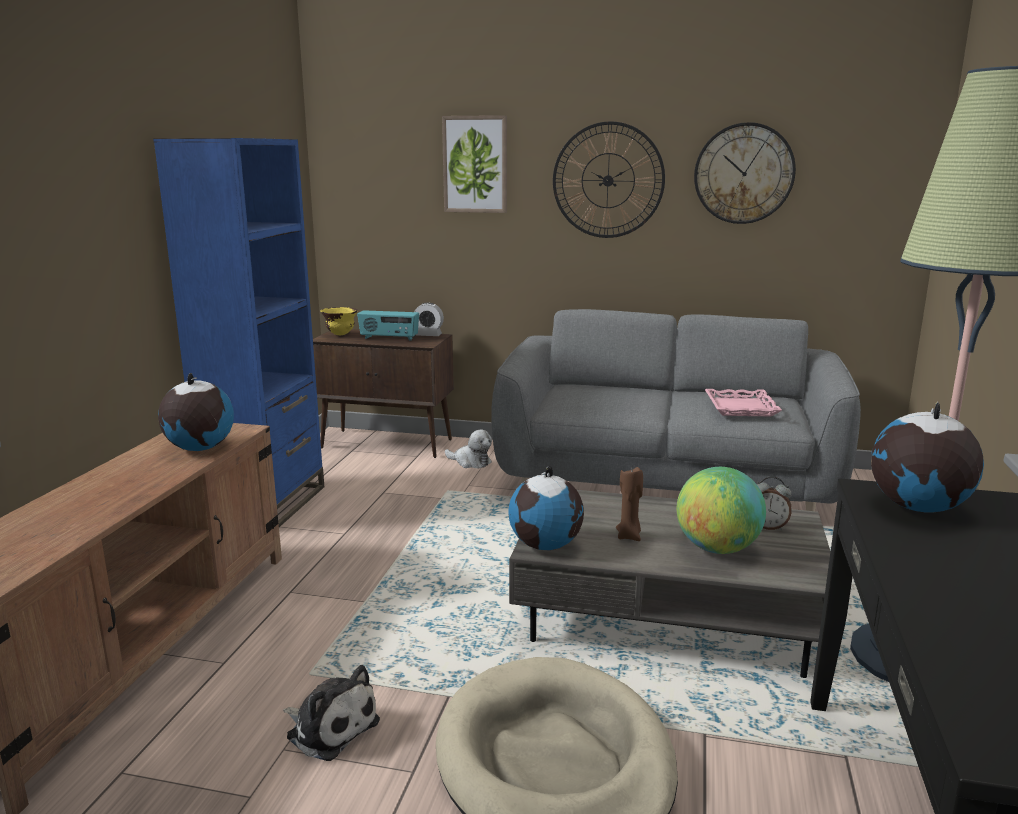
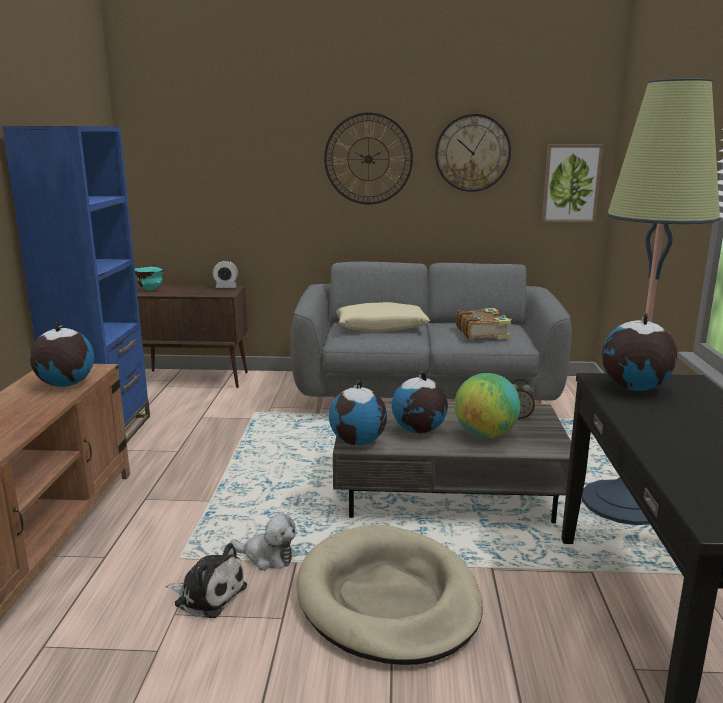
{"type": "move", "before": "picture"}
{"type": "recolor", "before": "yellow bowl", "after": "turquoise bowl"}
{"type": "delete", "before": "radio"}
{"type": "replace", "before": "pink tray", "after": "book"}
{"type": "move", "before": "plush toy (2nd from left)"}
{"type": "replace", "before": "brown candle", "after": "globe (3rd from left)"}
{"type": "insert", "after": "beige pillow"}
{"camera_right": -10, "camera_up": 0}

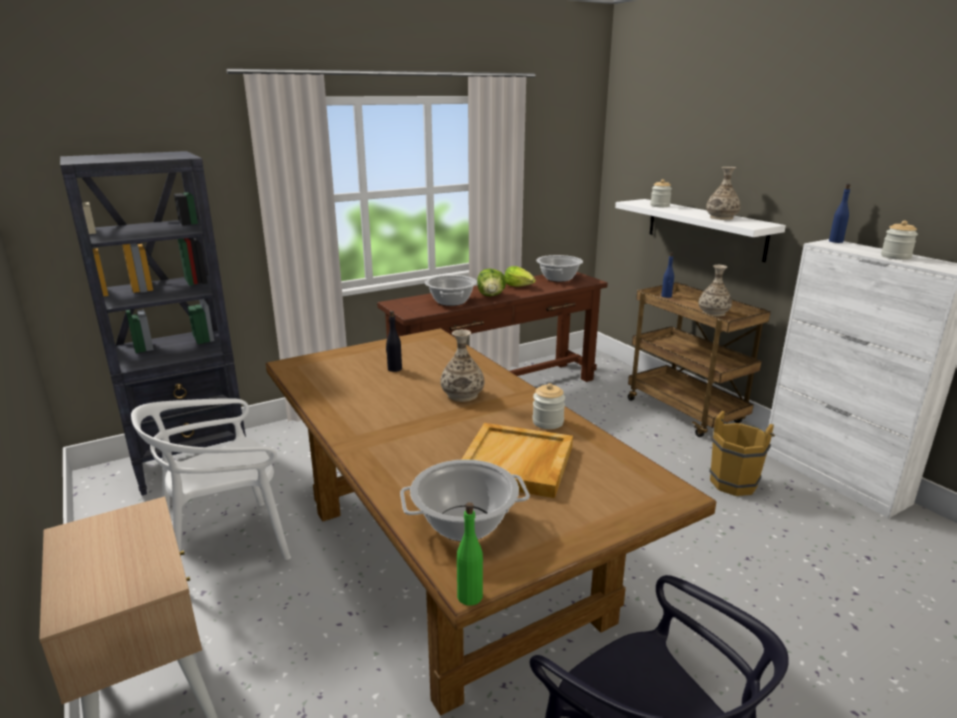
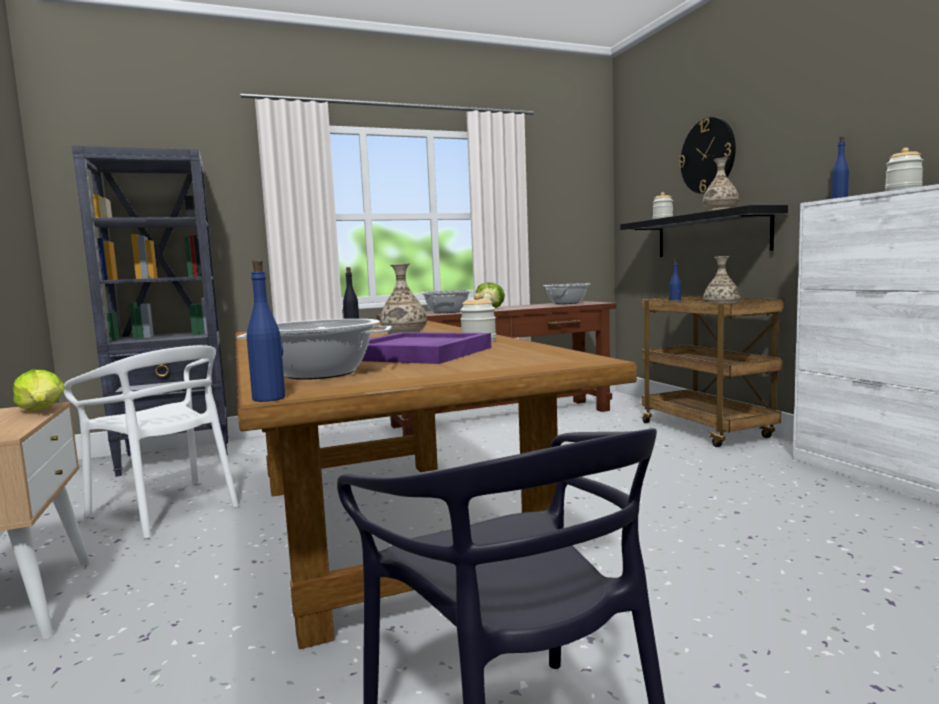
{"type": "recolor", "before": "white shelf", "after": "black shelf"}
{"type": "move", "before": "lettuce (2nd from left in the first image)", "after": "lettuce (1st from left)"}
{"type": "rotate", "before": "white chair", "turn": -120}
{"type": "delete", "before": "brown bucket"}
{"type": "recolor", "before": "beige tray", "after": "purple tray"}
{"type": "recolor", "before": "green bottle", "after": "blue bottle (1st from left)"}
{"type": "insert", "after": "wall clock"}
{"camera_right": 10, "camera_up": -15}

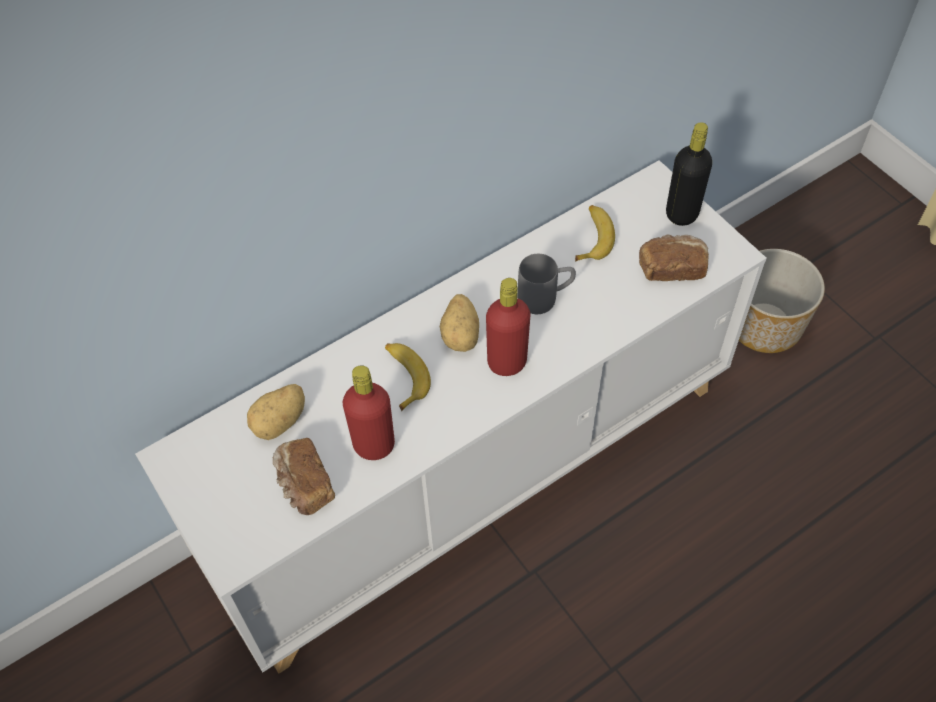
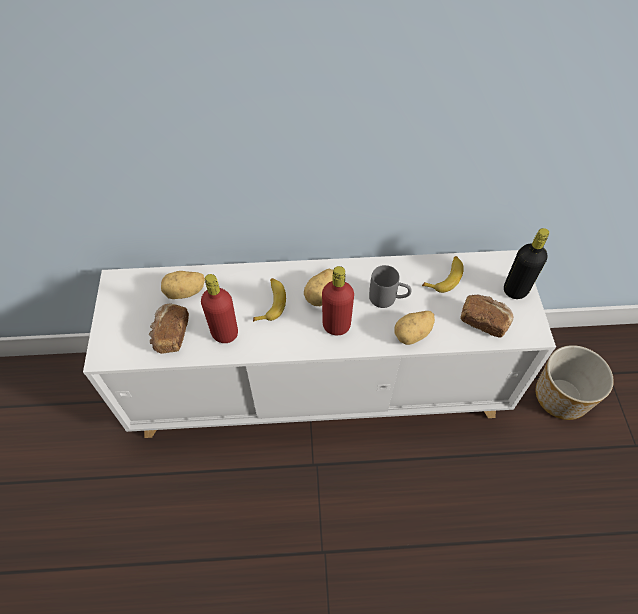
{"type": "insert", "after": "potato (3rd from left)"}
{"camera_right": 30, "camera_up": 0}

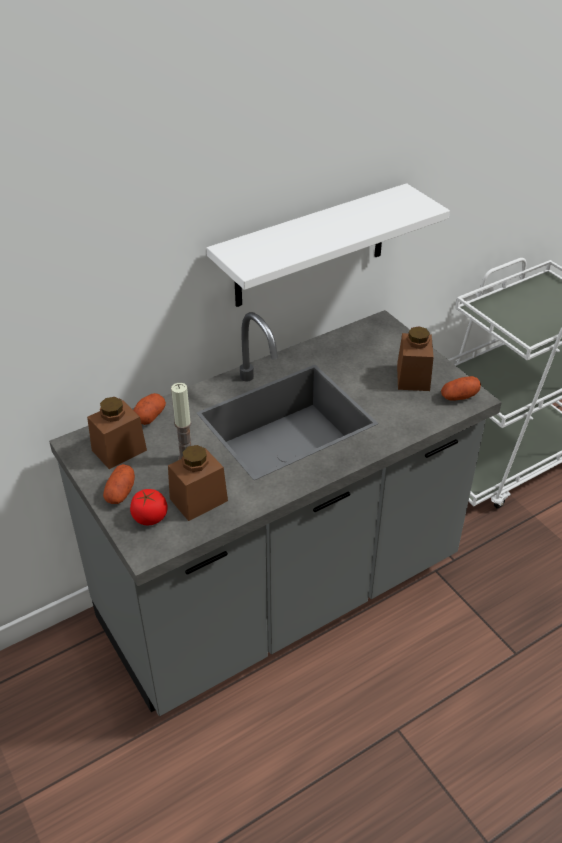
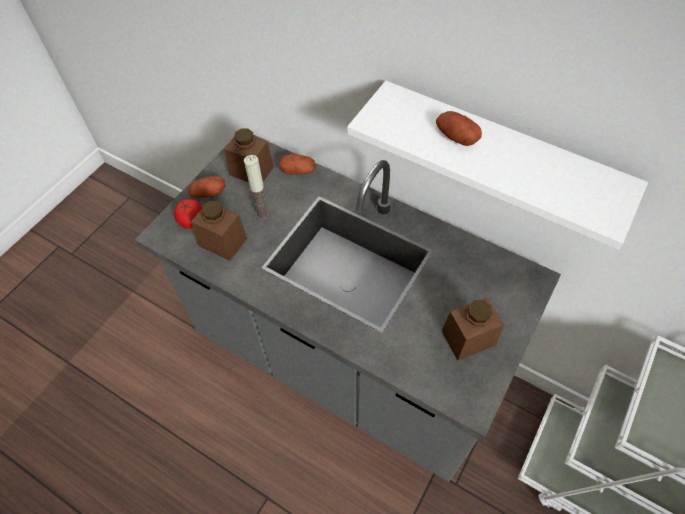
{"type": "move", "before": "potato (3rd from left)"}
{"camera_right": 65, "camera_up": 15}

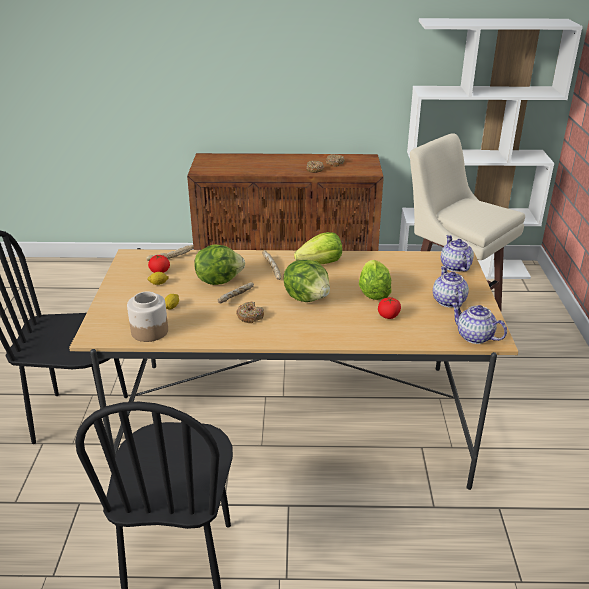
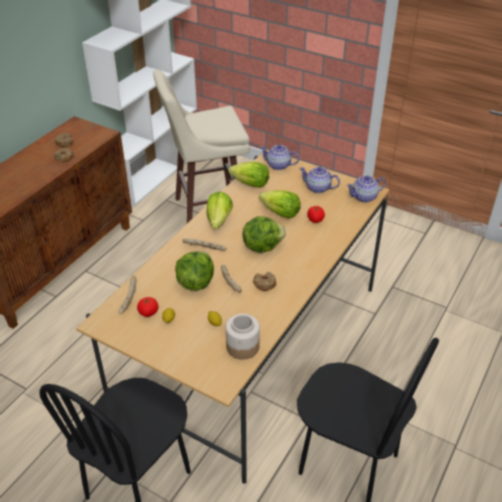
{"type": "insert", "after": "lettuce (3rd from left)"}
{"camera_right": -60, "camera_up": 10}

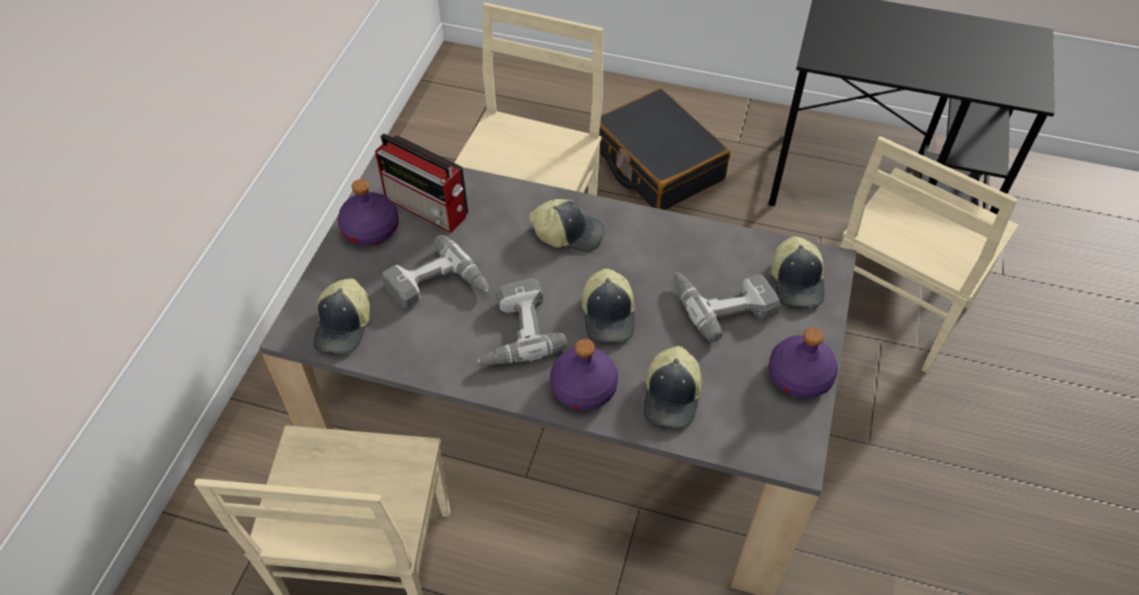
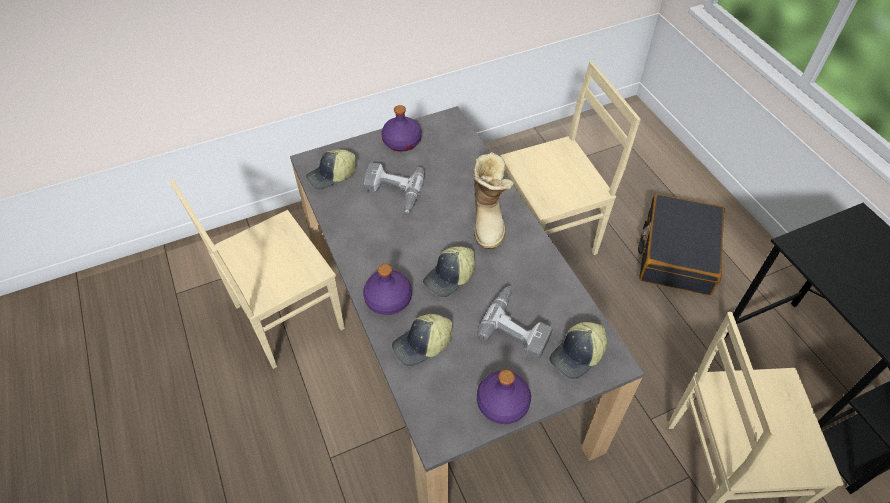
{"type": "delete", "before": "radio"}
{"type": "replace", "before": "cap (2nd from left)", "after": "boot"}
{"type": "delete", "before": "power drill (2nd from left)"}
{"camera_right": 50, "camera_up": 0}

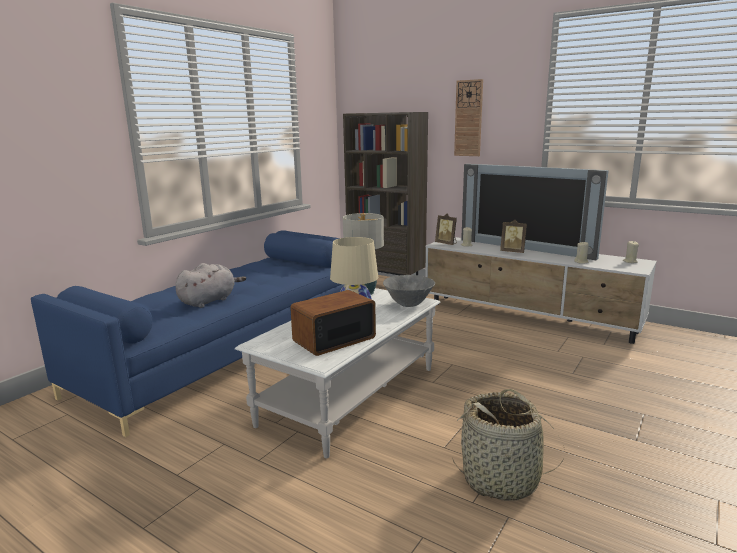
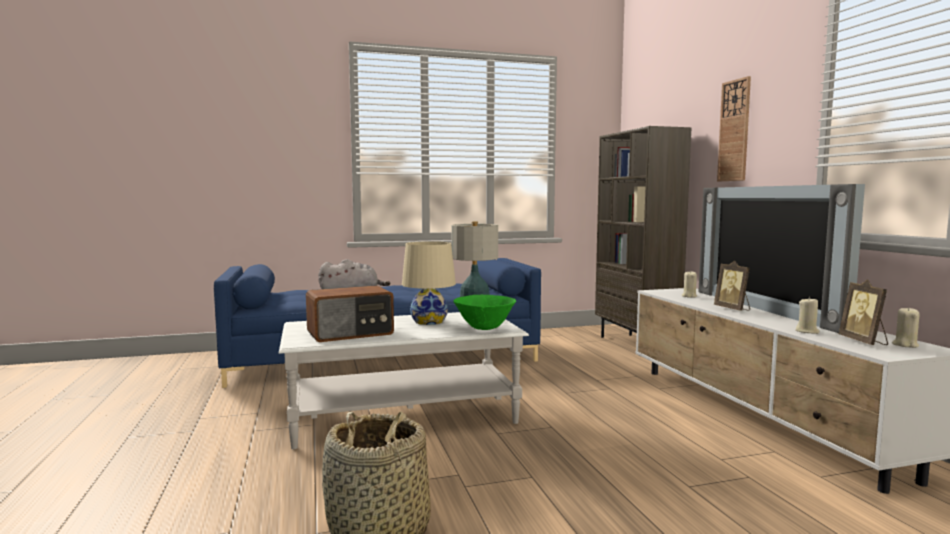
{"type": "move", "before": "picture frame (1st from left in the first image)", "after": "picture frame (2nd from left)"}
{"type": "recolor", "before": "grey bowl", "after": "green bowl"}
{"type": "rotate", "before": "radio", "turn": 150}
{"camera_right": 40, "camera_up": -10}

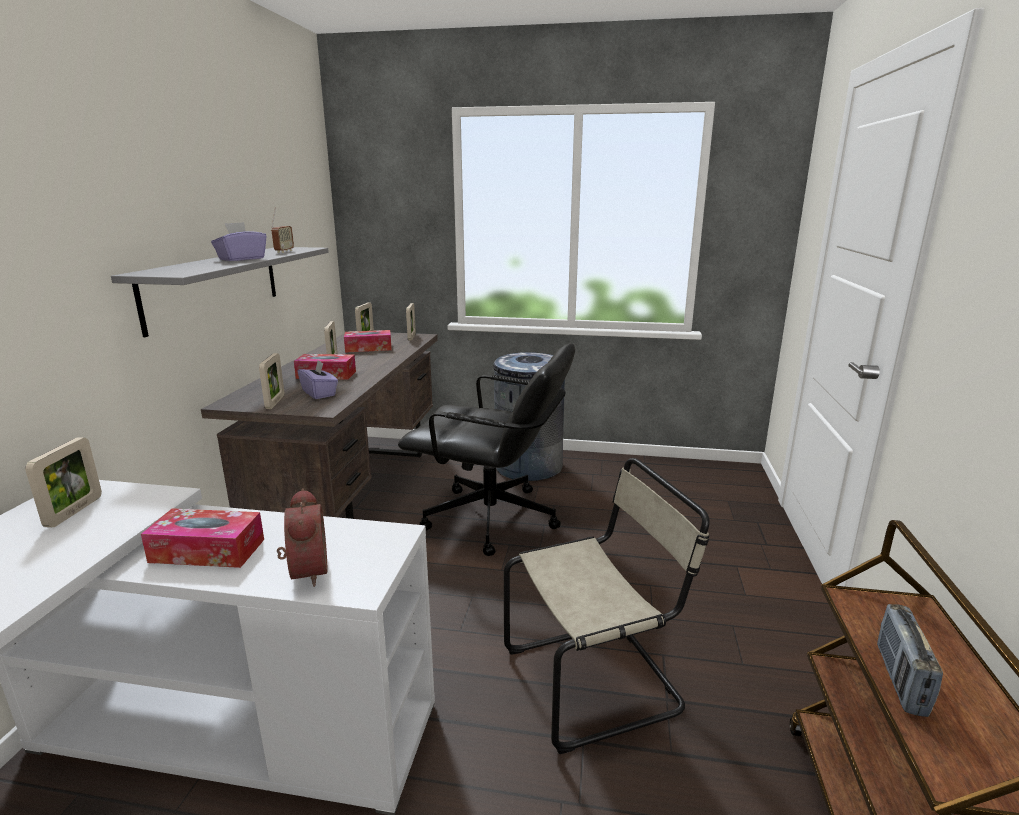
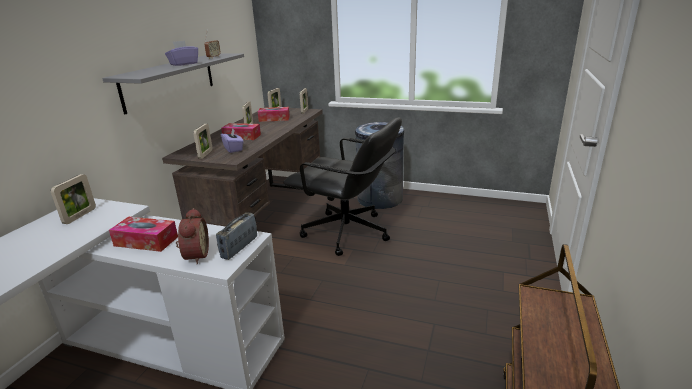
{"type": "delete", "before": "beige chair"}
{"type": "move", "before": "radio (2nd from left)"}
{"camera_right": 10, "camera_up": 5}

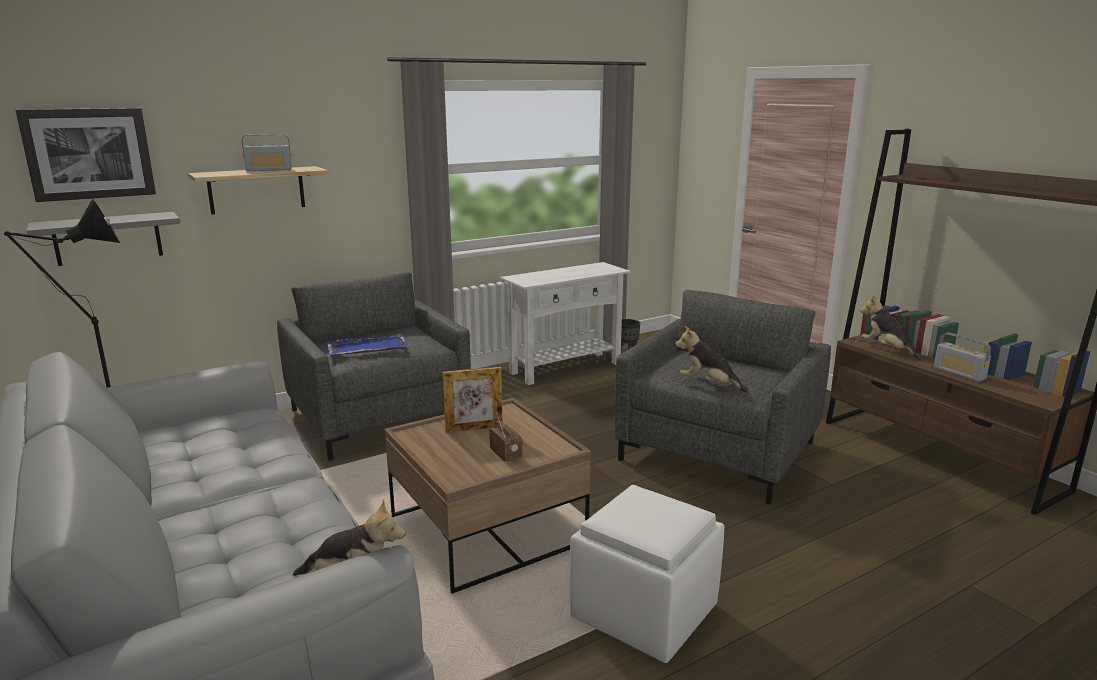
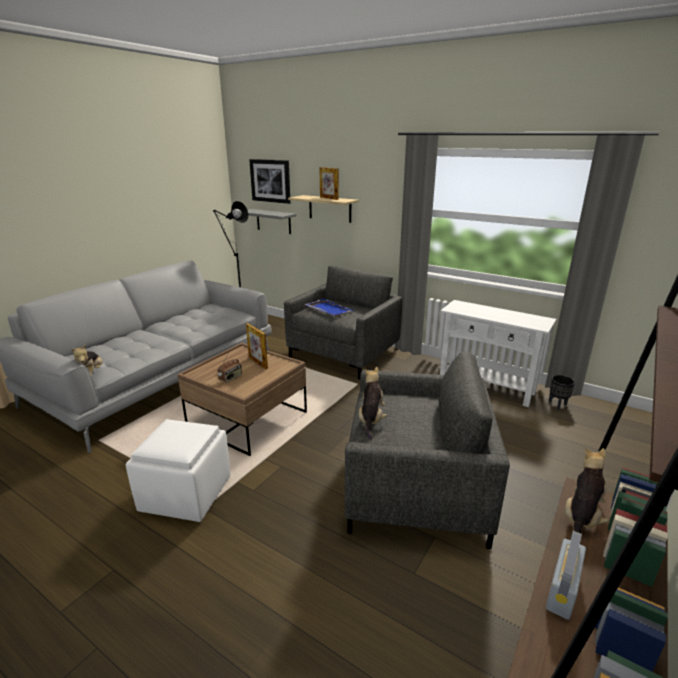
{"type": "replace", "before": "radio (1st from left)", "after": "picture frame (2nd from left)"}
{"camera_right": 65, "camera_up": 5}

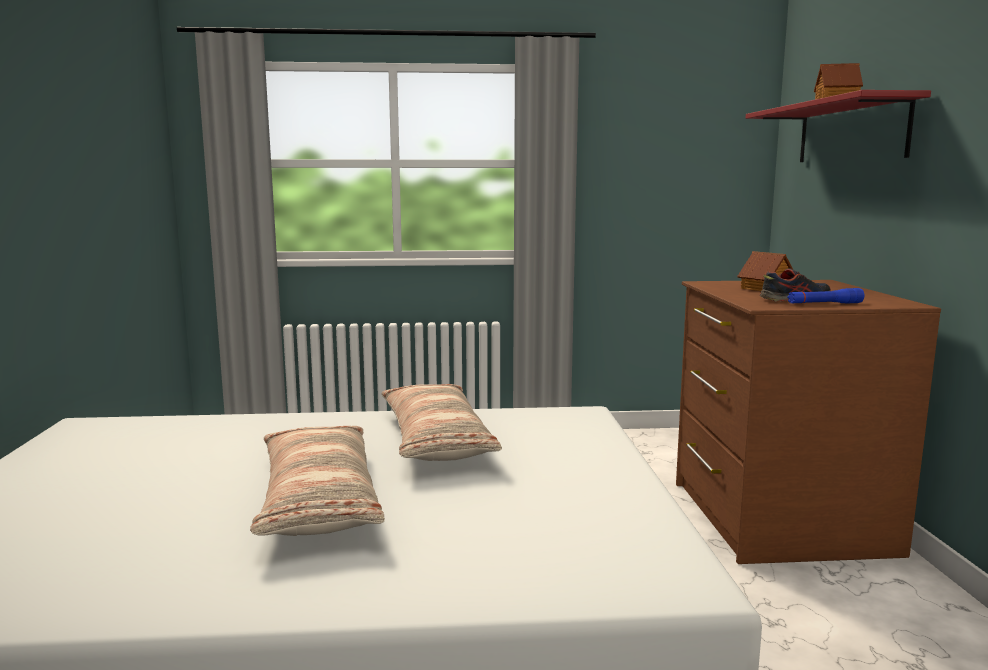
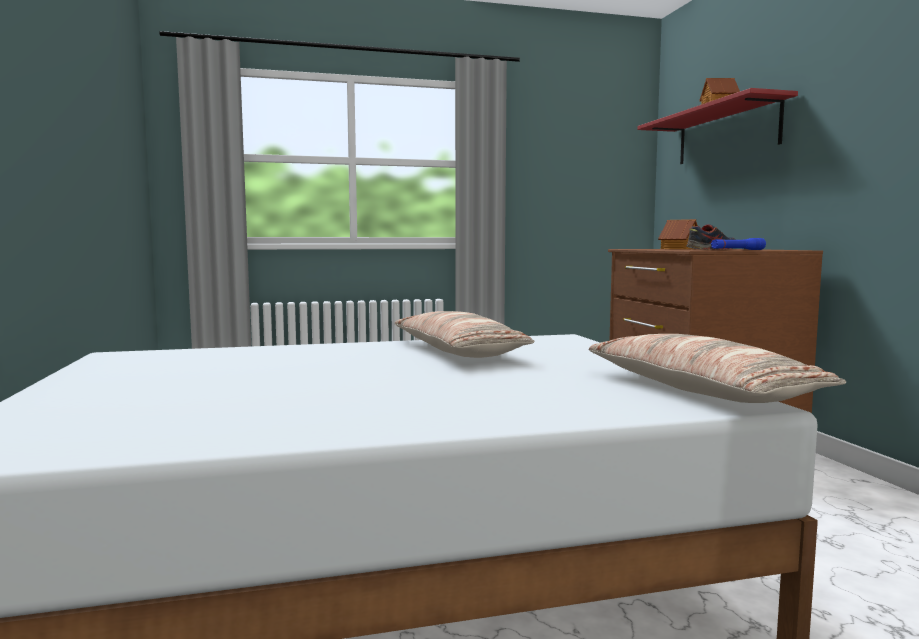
{"type": "move", "before": "pillow (1st from left in the first image)", "after": "pillow (2nd from left)"}
{"camera_right": -10, "camera_up": -5}

